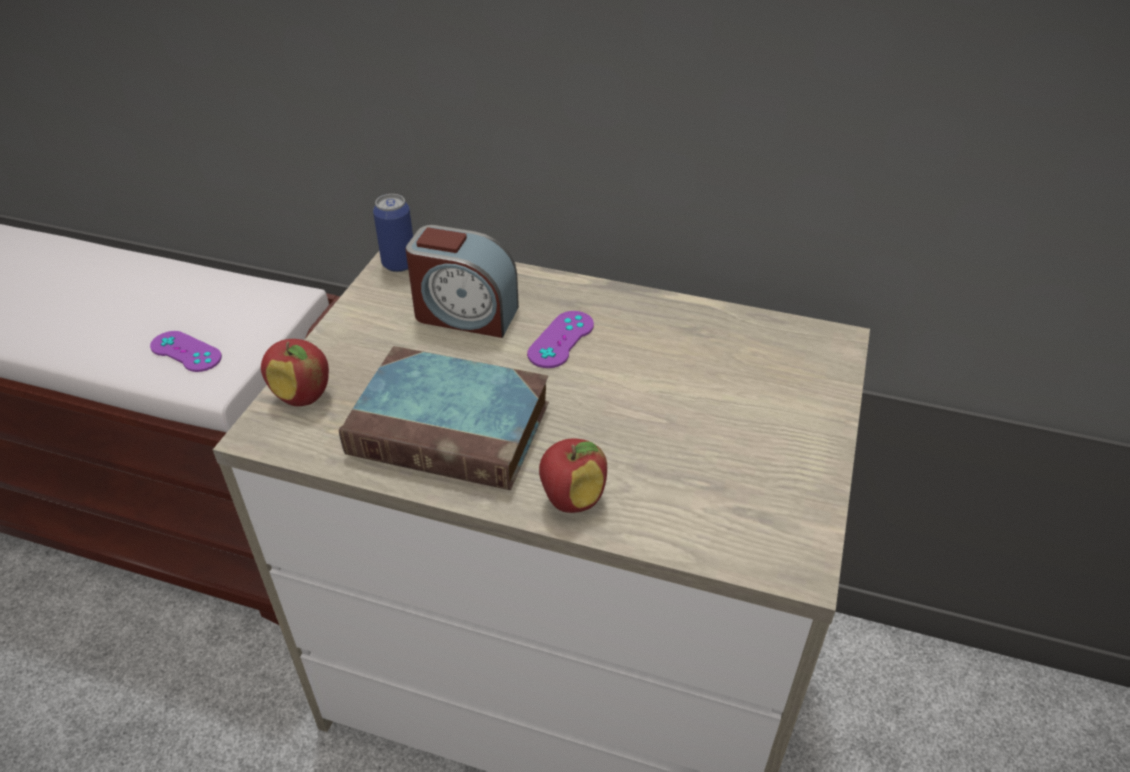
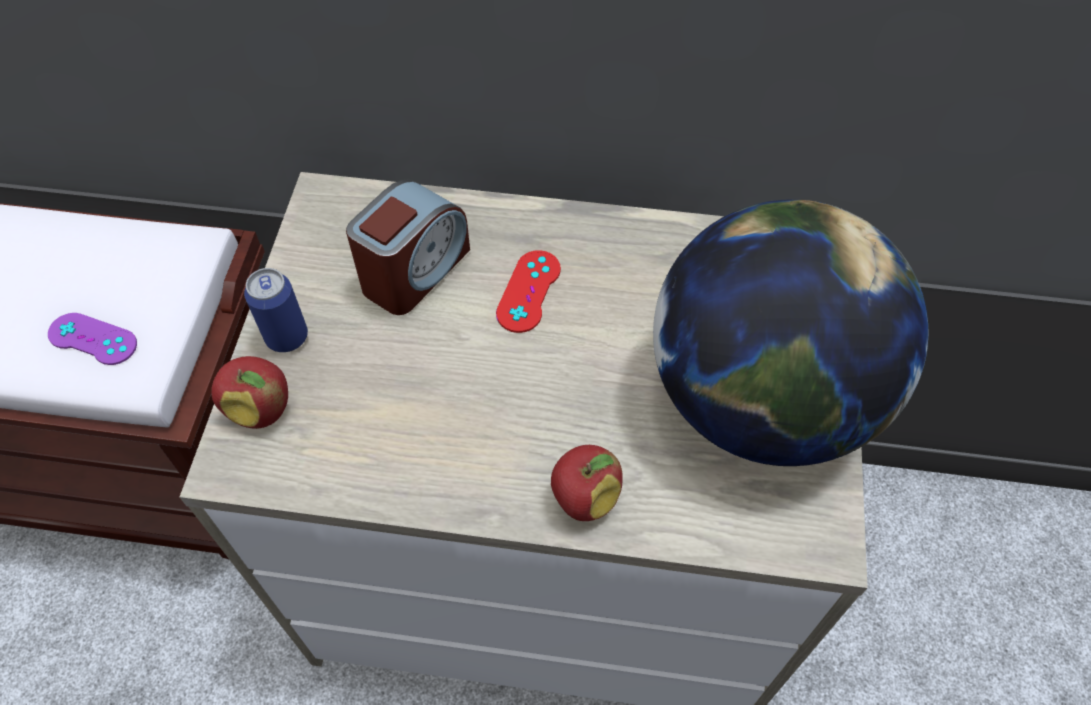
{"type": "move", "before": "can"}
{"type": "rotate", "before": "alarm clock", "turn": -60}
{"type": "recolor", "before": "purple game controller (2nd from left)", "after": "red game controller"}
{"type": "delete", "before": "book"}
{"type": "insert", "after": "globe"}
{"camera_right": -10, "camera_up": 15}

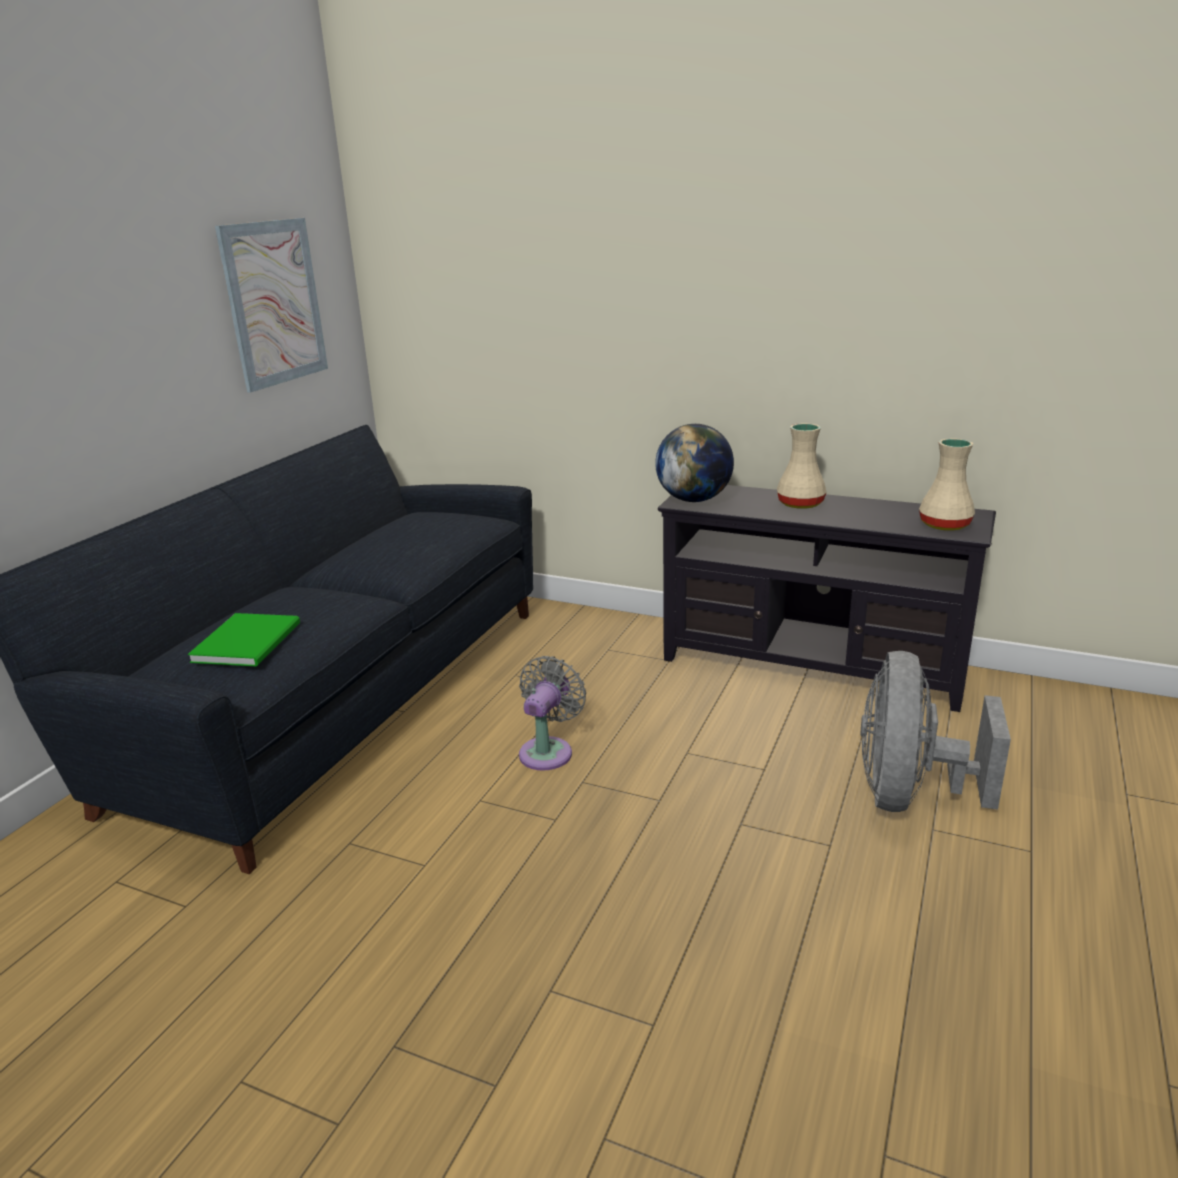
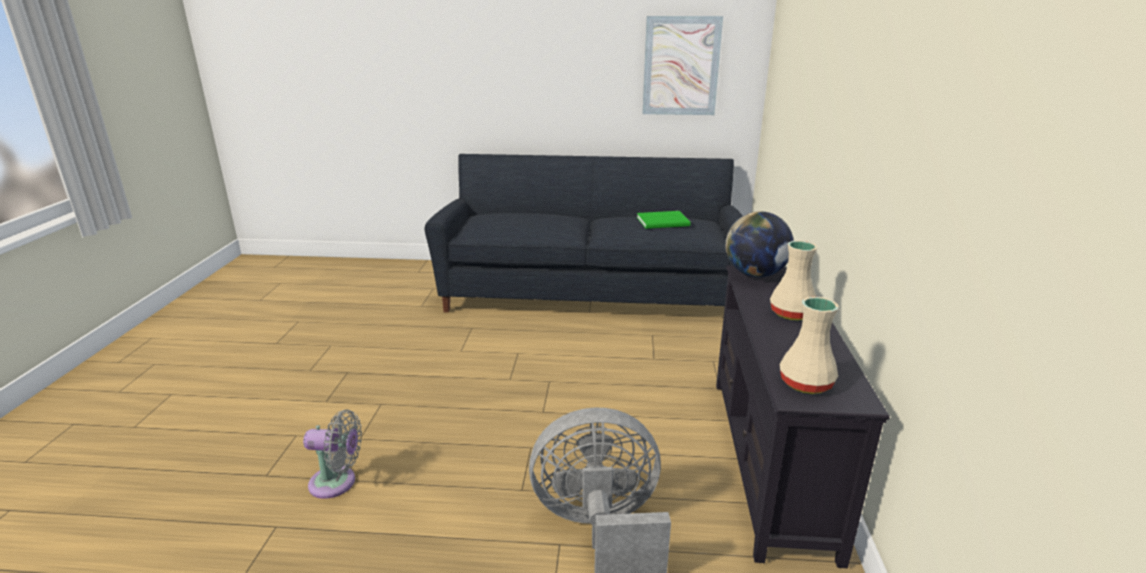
{"type": "move", "before": "green book"}
{"type": "move", "before": "grey fan (1st from left)"}
{"camera_right": 70, "camera_up": 0}

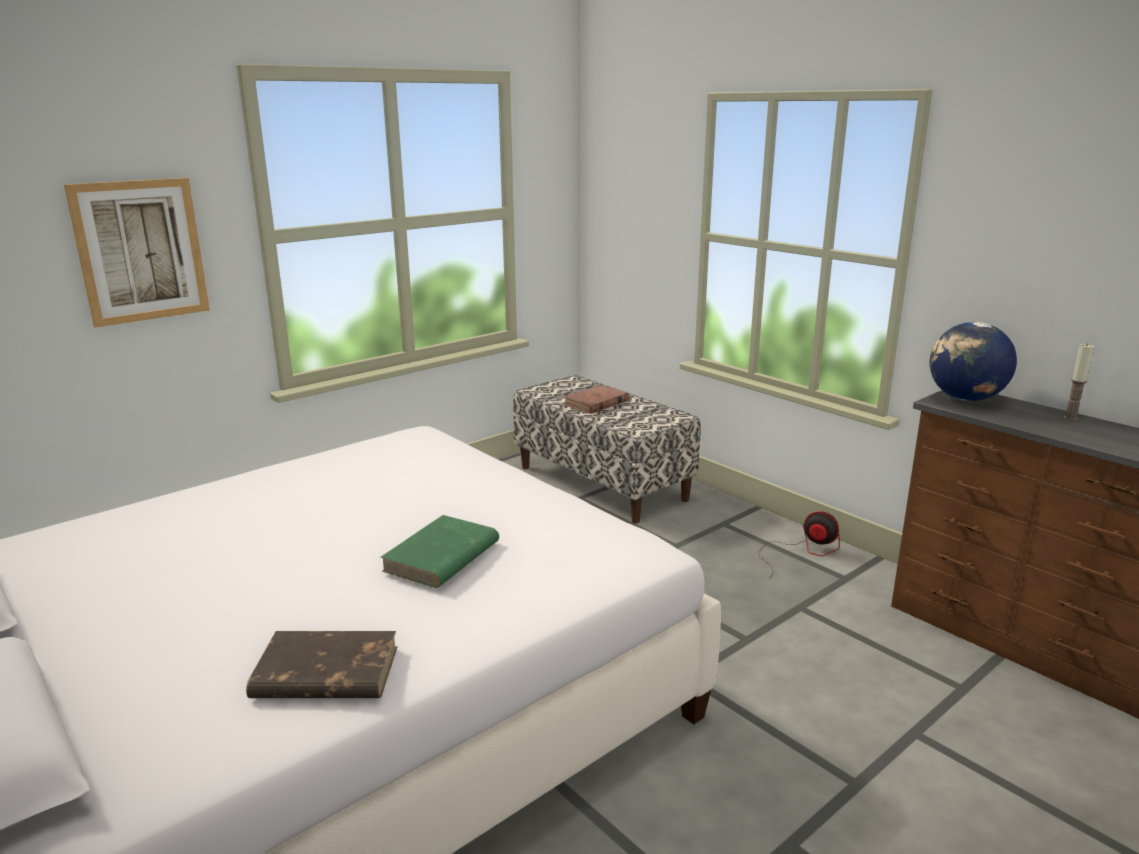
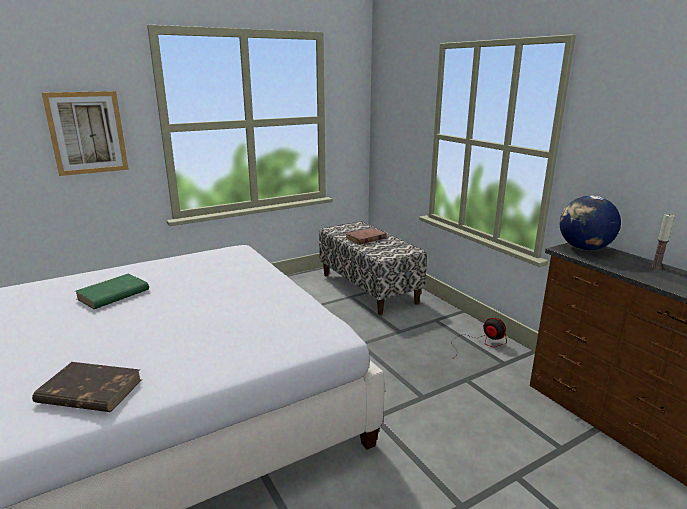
{"type": "move", "before": "green book"}
{"camera_right": 10, "camera_up": 0}

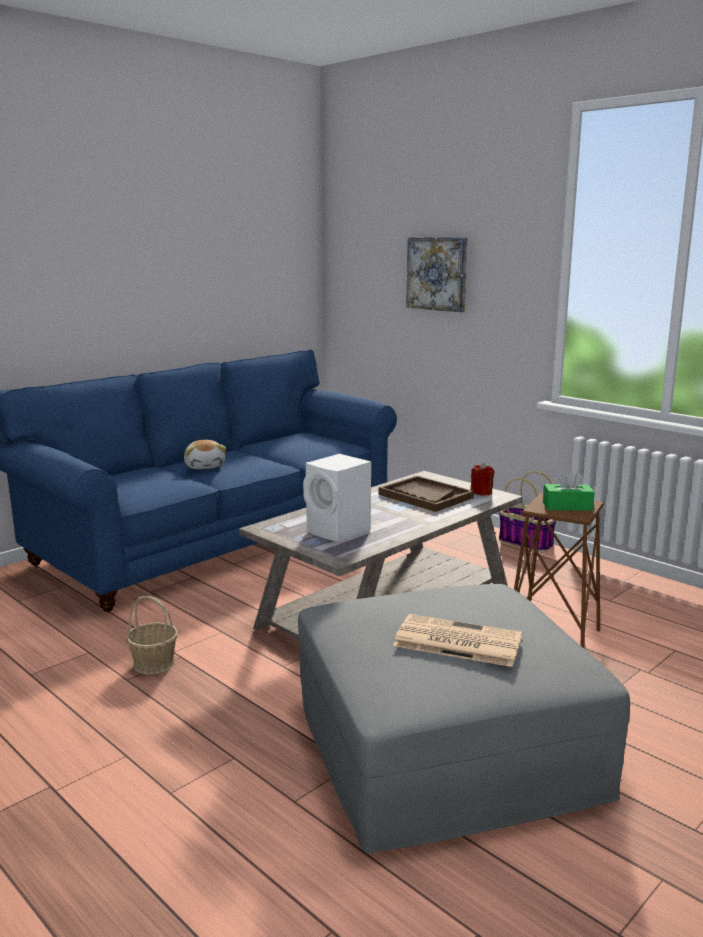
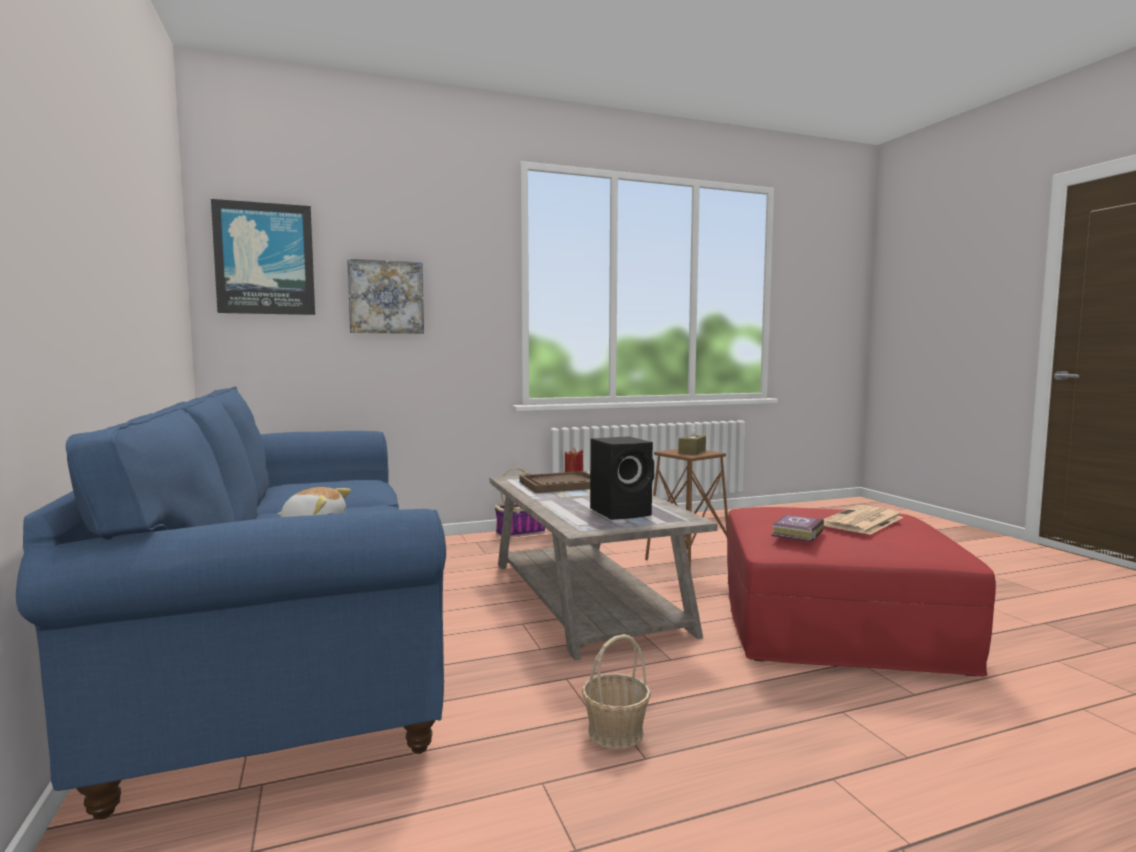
{"type": "recolor", "before": "white speaker", "after": "black speaker"}
{"type": "recolor", "before": "green tissue box", "after": "brown tissue box"}
{"type": "recolor", "before": "grey ottoman", "after": "red ottoman"}
{"type": "insert", "after": "picture (1st from left)"}
{"type": "insert", "after": "book"}
{"camera_right": -65, "camera_up": -10}

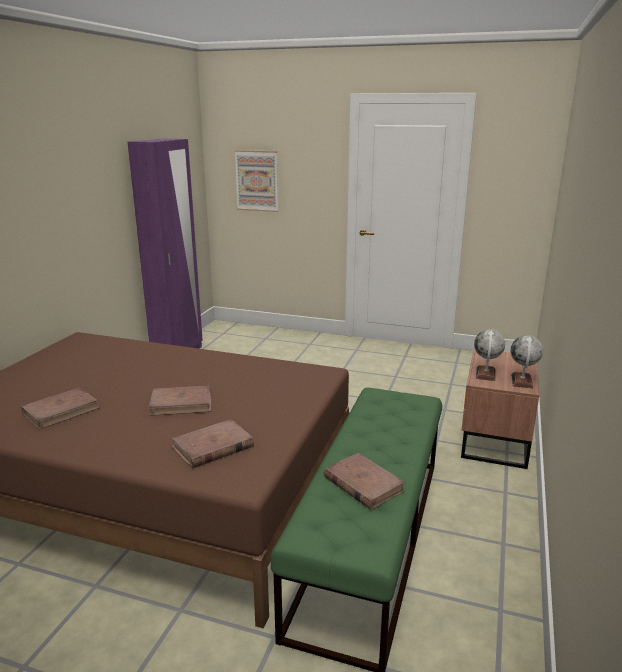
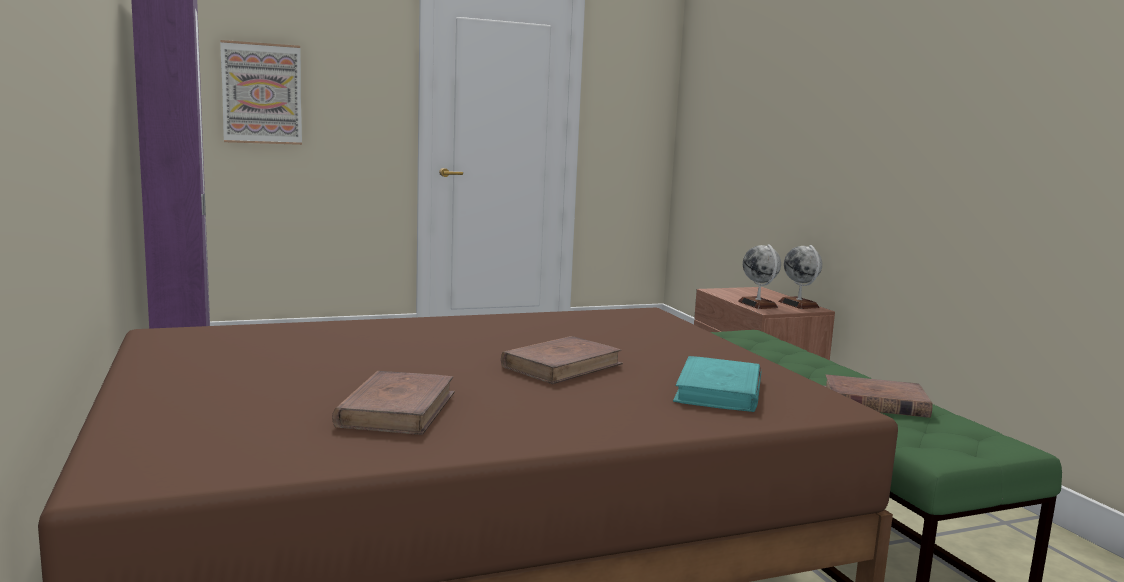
{"type": "recolor", "before": "brown book (3rd from left)", "after": "turquoise book"}
{"camera_right": -40, "camera_up": -10}

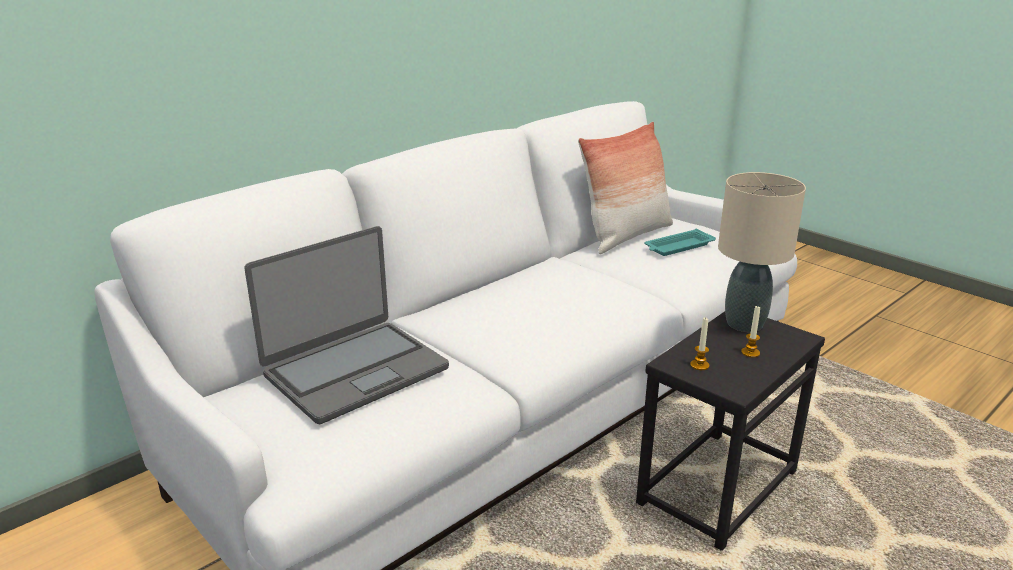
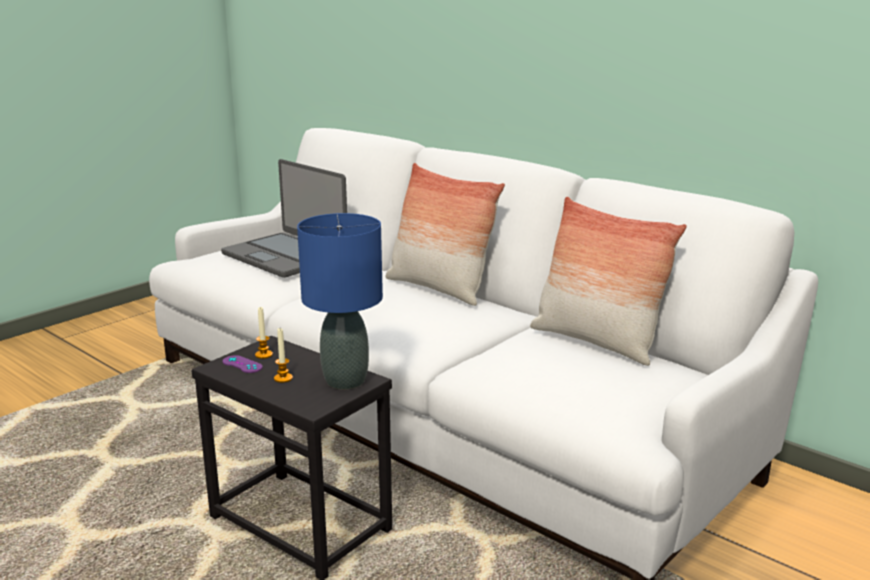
{"type": "recolor", "before": "beige table lamp", "after": "blue table lamp"}
{"type": "delete", "before": "turquoise tray"}
{"type": "insert", "after": "pillow (1st from left)"}
{"type": "insert", "after": "purple game controller"}
{"camera_right": 85, "camera_up": -5}

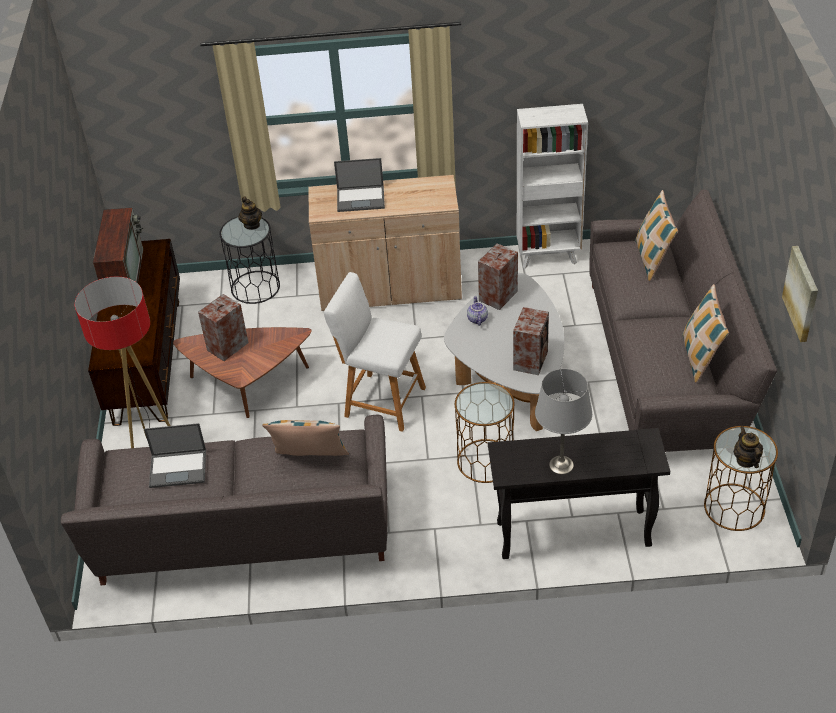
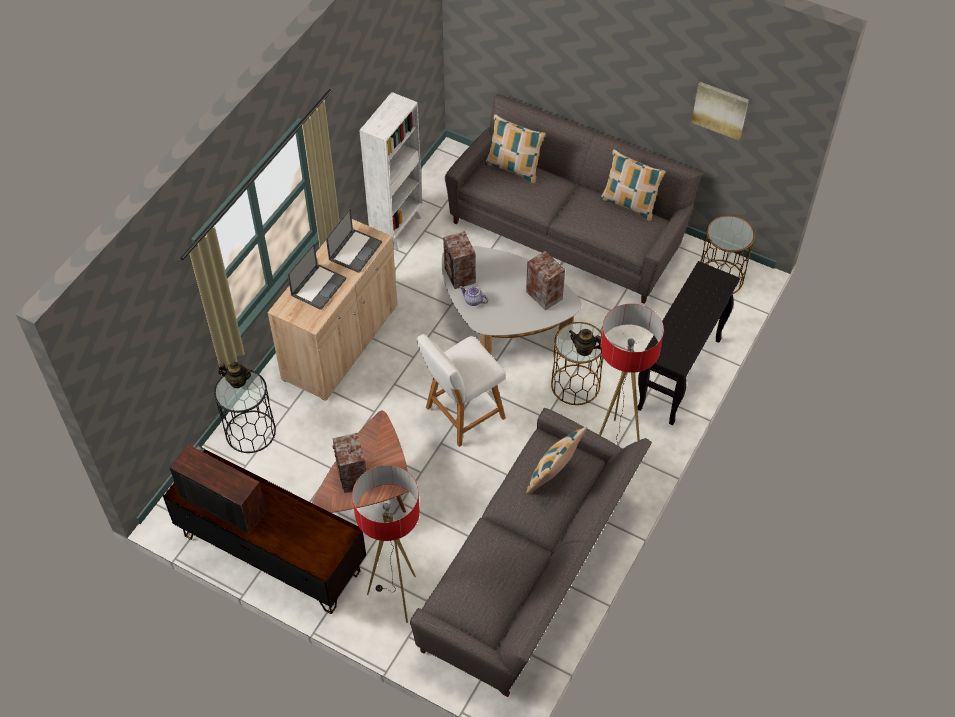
{"type": "delete", "before": "grey table lamp"}
{"type": "move", "before": "laptop (1st from left in the first image)", "after": "laptop (2nd from left)"}
{"type": "move", "before": "teapot (3rd from left)"}
{"type": "insert", "after": "floor lamp (2nd from left)"}
{"camera_right": -60, "camera_up": 10}

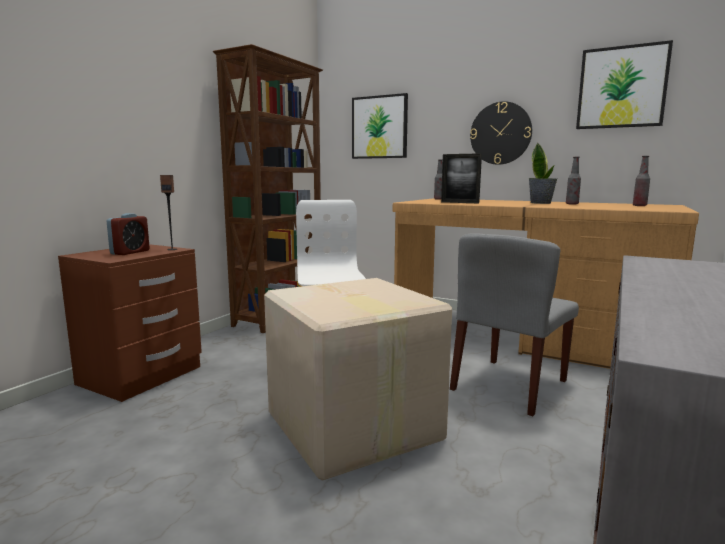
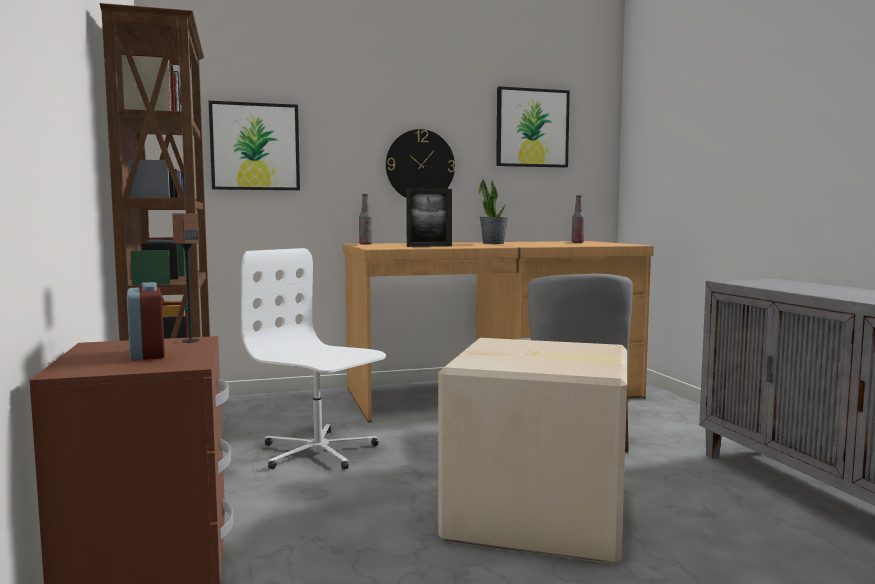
{"type": "delete", "before": "bottle (2nd from left)"}
{"camera_right": -45, "camera_up": -5}

